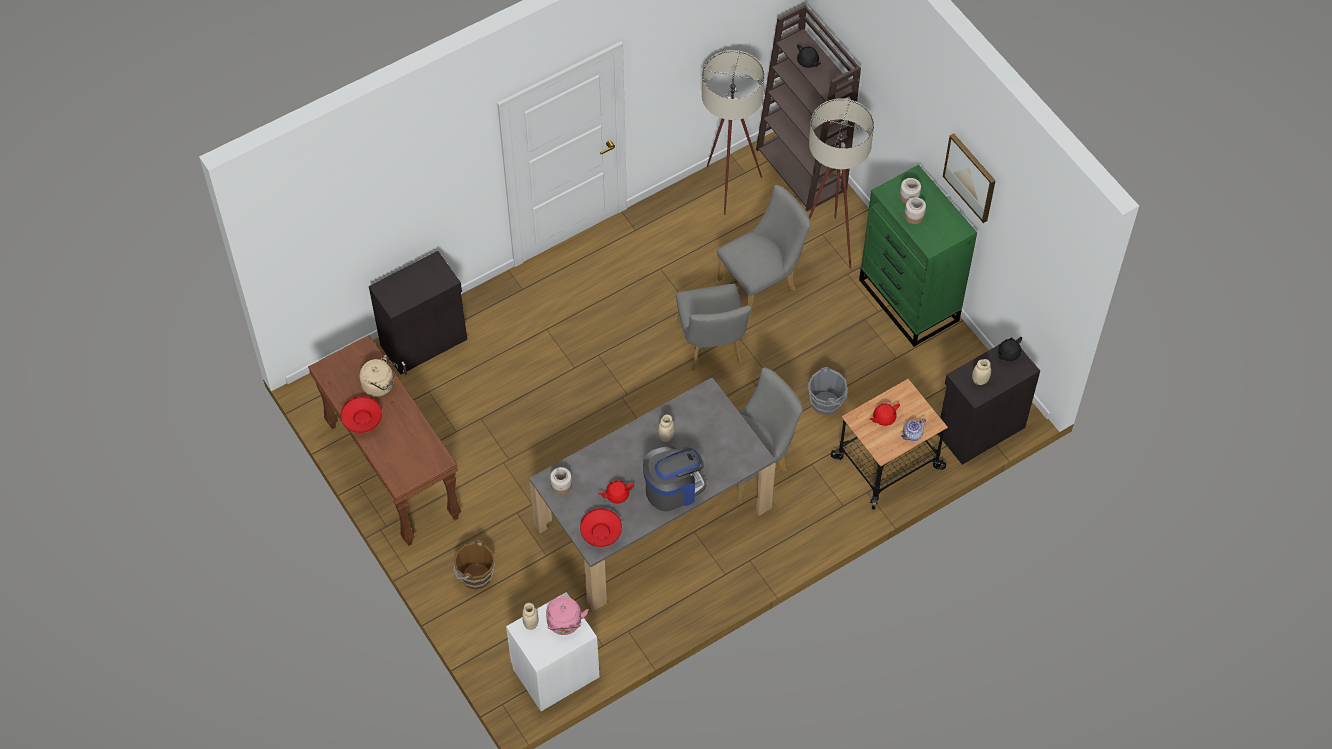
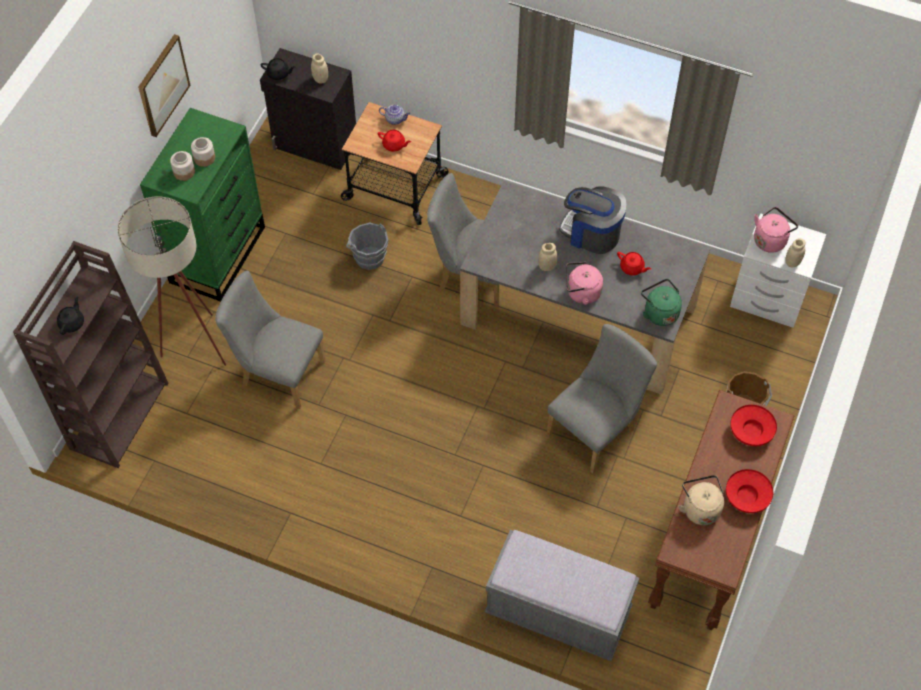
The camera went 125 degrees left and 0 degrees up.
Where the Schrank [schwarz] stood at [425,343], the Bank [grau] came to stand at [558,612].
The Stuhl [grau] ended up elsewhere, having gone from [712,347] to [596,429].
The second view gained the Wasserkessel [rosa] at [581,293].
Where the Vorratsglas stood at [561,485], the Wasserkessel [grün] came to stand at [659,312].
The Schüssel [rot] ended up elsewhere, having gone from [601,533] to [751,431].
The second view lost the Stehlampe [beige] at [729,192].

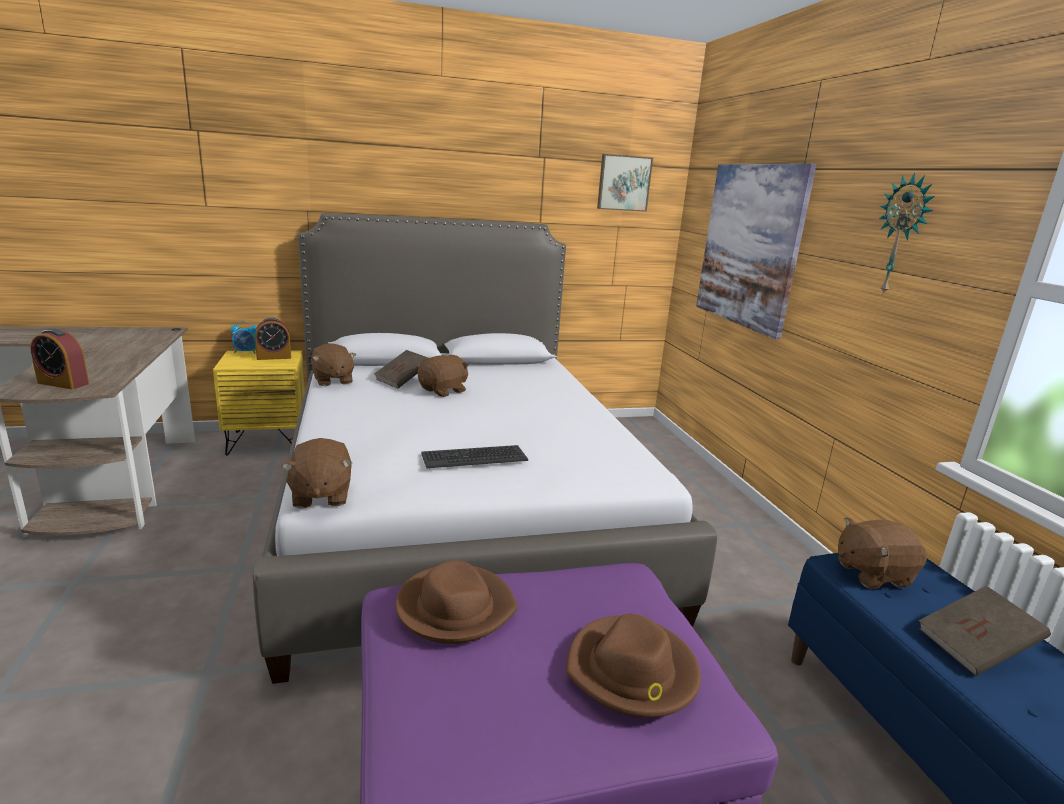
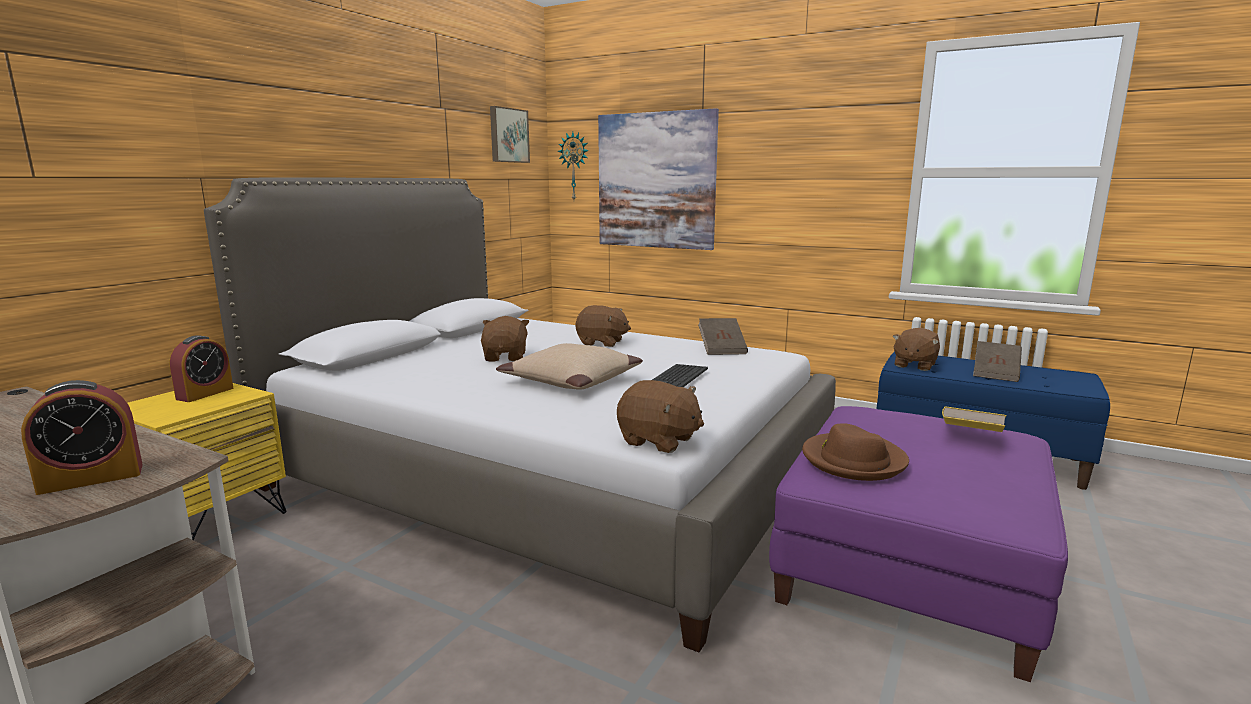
The camera went 45 degrees left and 5 degrees down.
The second view gained the Kissen [beige] at [570,380].
The Wanduhr ended up elsewhere, having gone from [902,236] to [575,166].
The Plüschtier [braun] ended up elsewhere, having gone from [332,380] to [602,343].
The Buch [braun] ended up elsewhere, having gone from [402,380] to [722,349].
Where the Hut [braun] stood at [632,671], the Buch [gelb] came to stand at [970,436].
The second view lost the Wecker at [246,352].

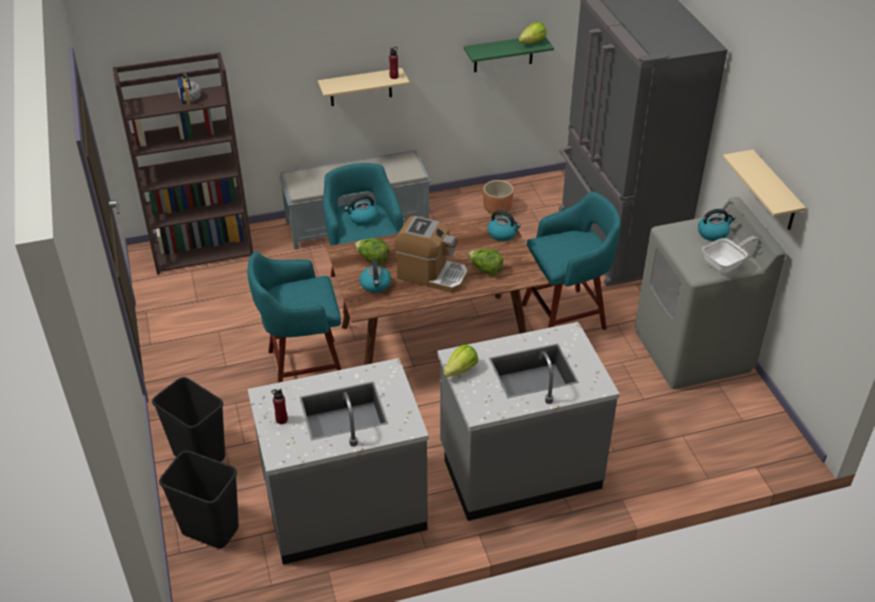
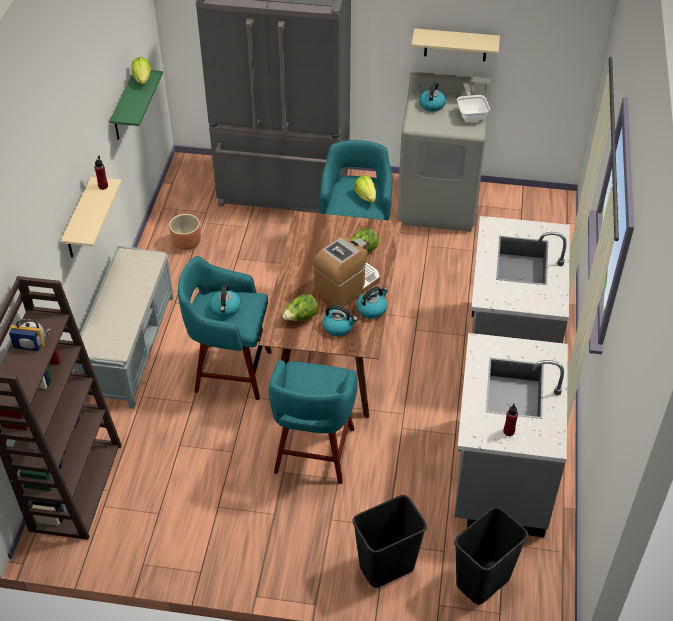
The camera went 65 degrees left and 5 degrees up.
The Salatkopf ended up elsewhere, having gone from [461,370] to [366,196].
The Wasserkessel ended up elsewhere, having gone from [502,234] to [372,309].

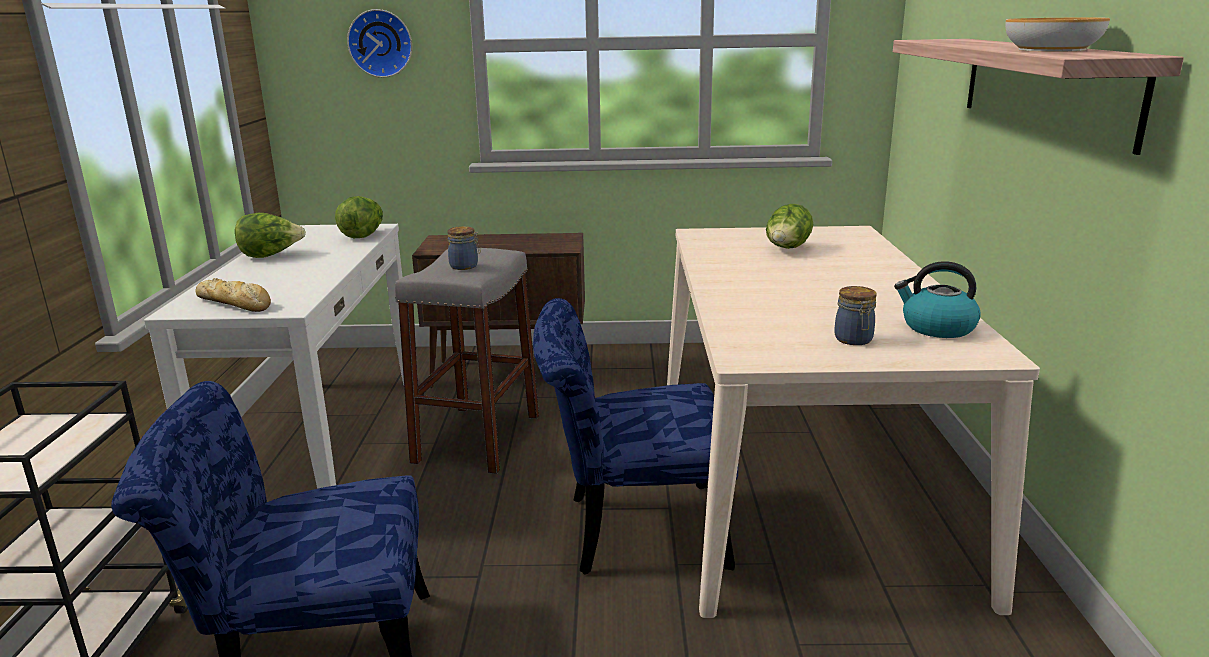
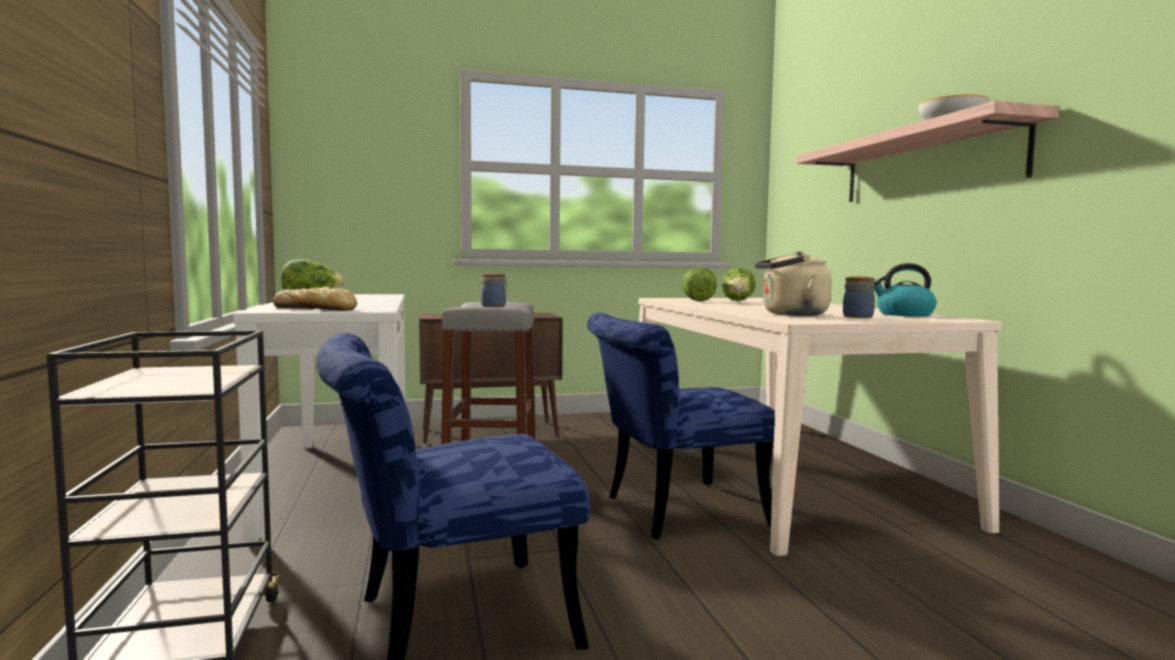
The camera went 15 degrees left and 15 degrees down.
The Salatkopf ended up elsewhere, having gone from [363,235] to [697,301].
The second view gained the Wasserkessel [beige] at [791,314].
The second view lost the Wanduhr at [381,43].

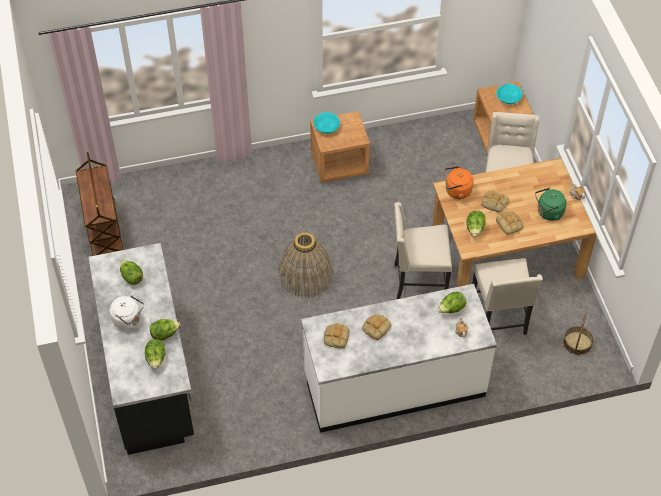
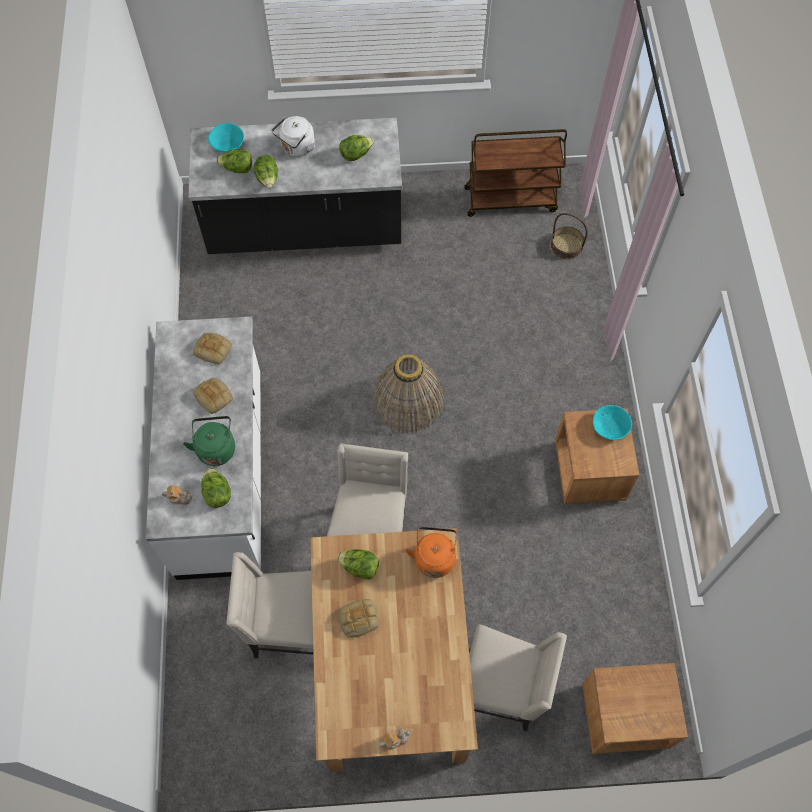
The camera went 100 degrees right and 10 degrees up.
The Wasserkessel [grün] ended up elsewhere, having gone from [548,213] to [216,448].
The Schüssel [türkis] ended up elsewhere, having gone from [508,98] to [227,144].
The Korb ended up elsewhere, having gone from [577,343] to [566,246].
The second view lost the Brot at [494,203].

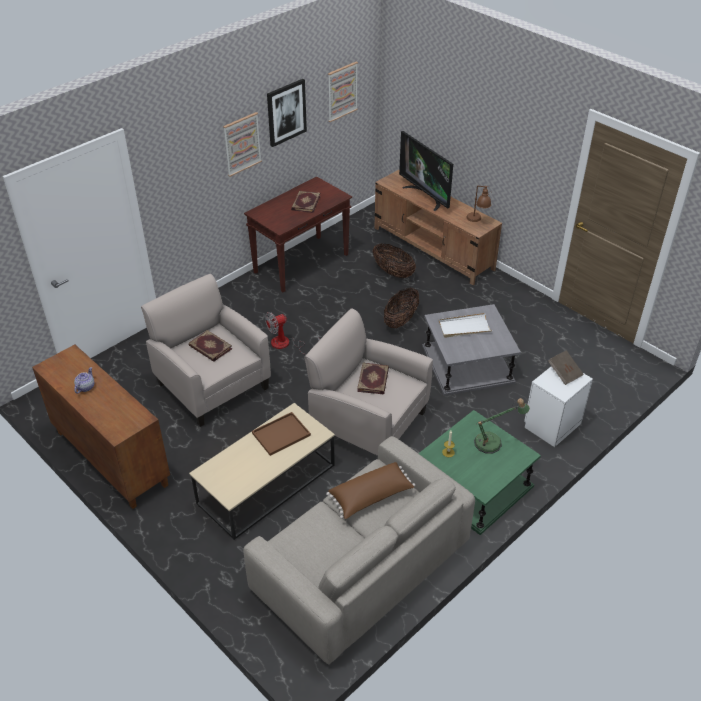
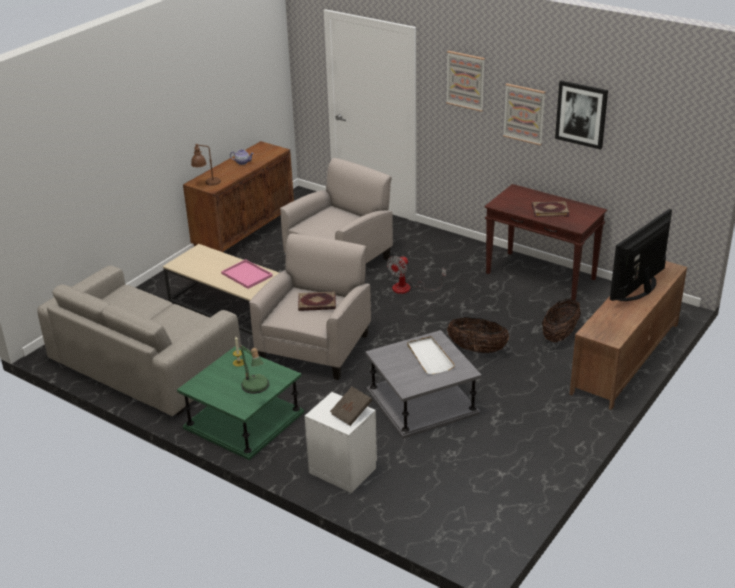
The camera went 80 degrees right and 10 degrees down.
The Tischlampe [braun] ended up elsewhere, having gone from [477,221] to [207,184].
What was the Tablett [braun] at [281,433] turned into the Tablett [rosa] at [247,275].
The Ventilator at [286,344] ended up facing another way, 105 degrees counterclockwise from before.
The Bild ended up elsewhere, having gone from [342,91] to [465,80].
The second view lost the Buch at [210,347].
The second view lost the Kissen [braun] at [371,497].

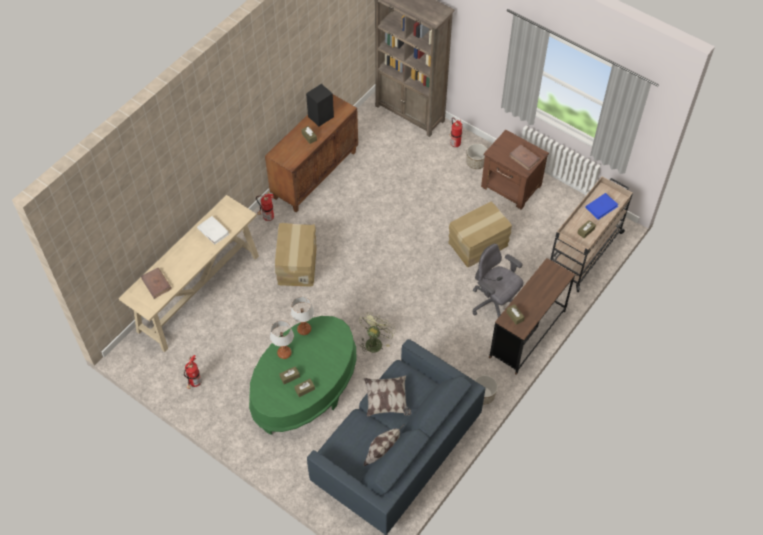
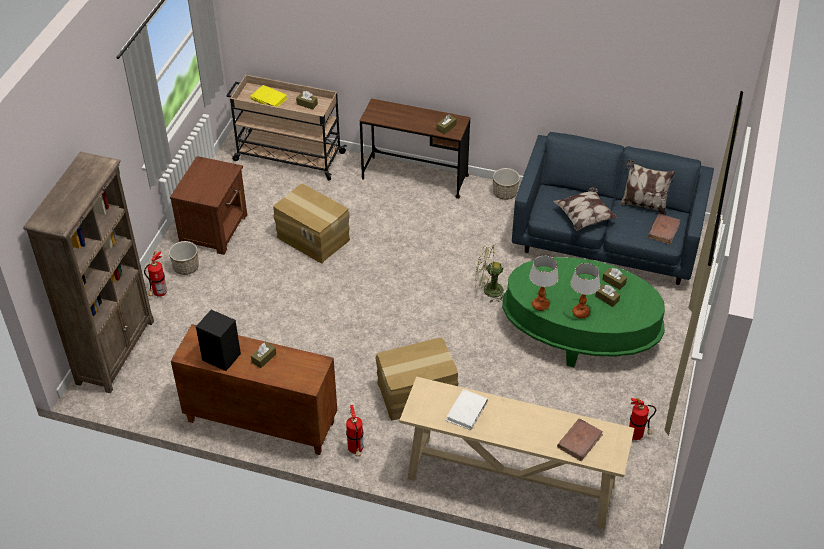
The camera went 110 degrees left and 10 degrees down.
What was the Buch [blau] at [601,207] turned into the Buch [gelb] at [268,99].
The Buch [braun] ended up elsewhere, having gone from [524,158] to [663,230].
The second view lost the Bürostuhl [grau] at [494,303].

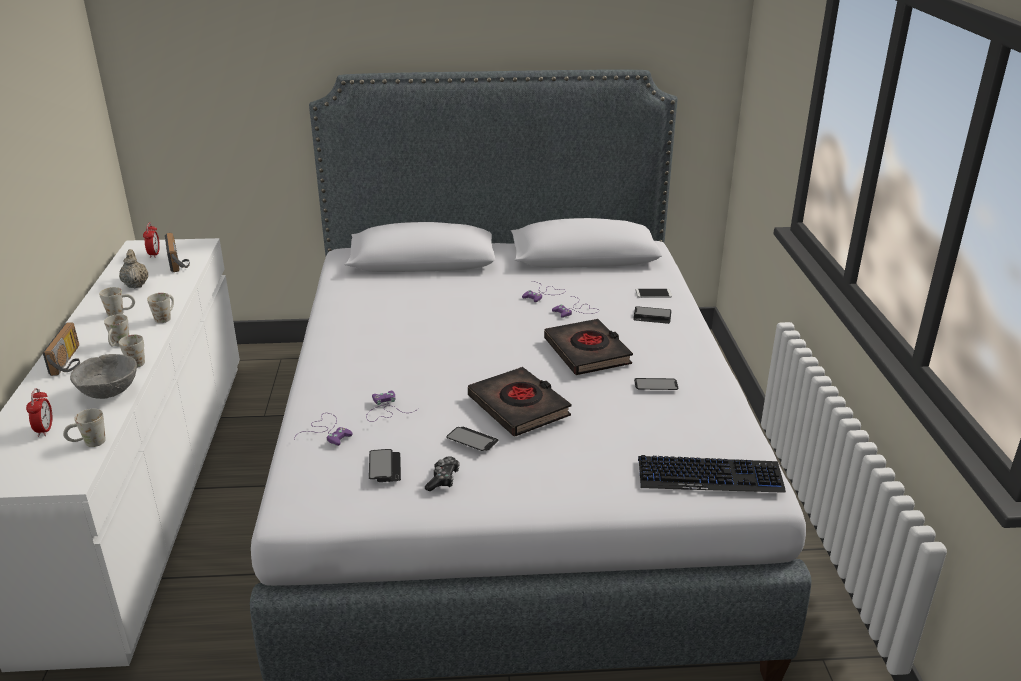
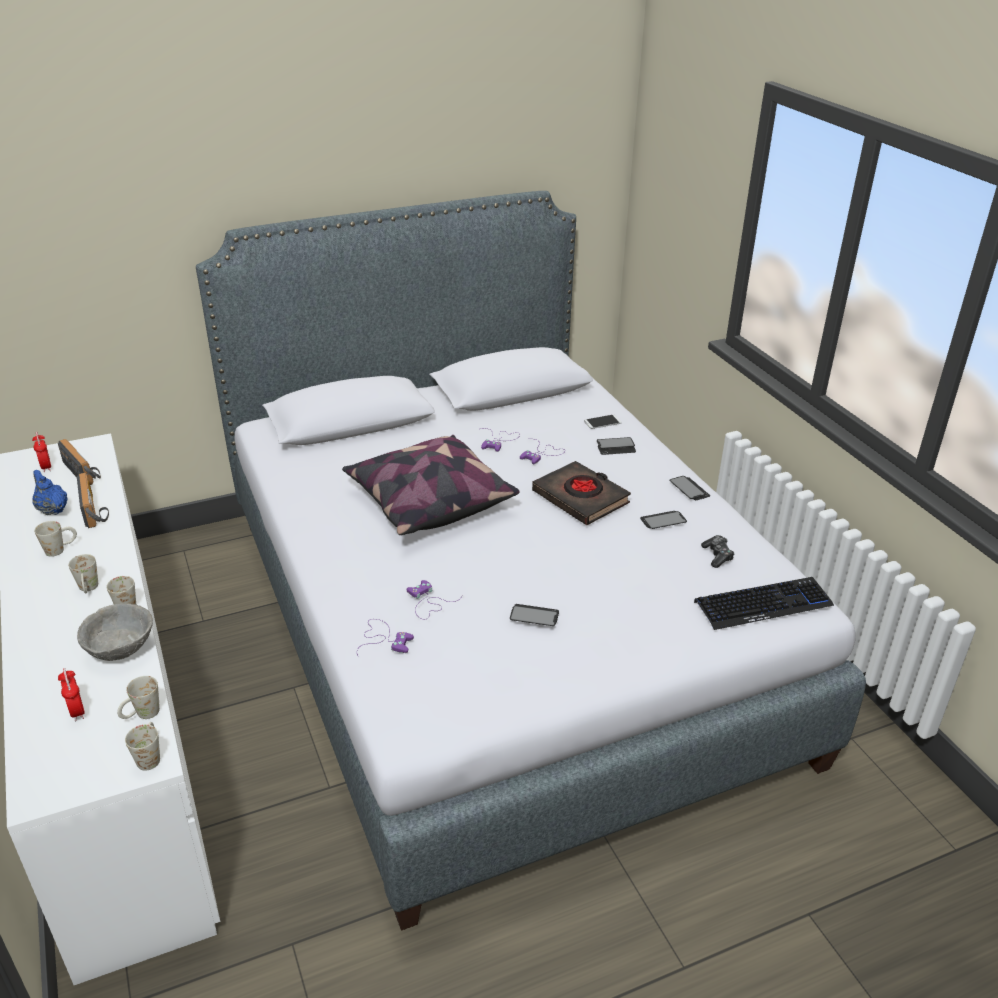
The camera went 20 degrees left and 5 degrees up.
What was the Teekanne [beige] at [136,284] turned into the Teekanne [blau] at [52,510].
The Radio ended up elsewhere, having gone from [70,361] to [96,511].
The Henkelbecher [weiß] ended up elsewhere, having gone from [165,317] to [150,755].
The second view gained the Kissen at [428,502].
The Handy ended up elsewhere, having gone from [385,467] to [689,489].
The Gamepad ended up elsewhere, having gone from [443,479] to [717,556].
The second view lost the Buch [schwarz] at [519,407].

